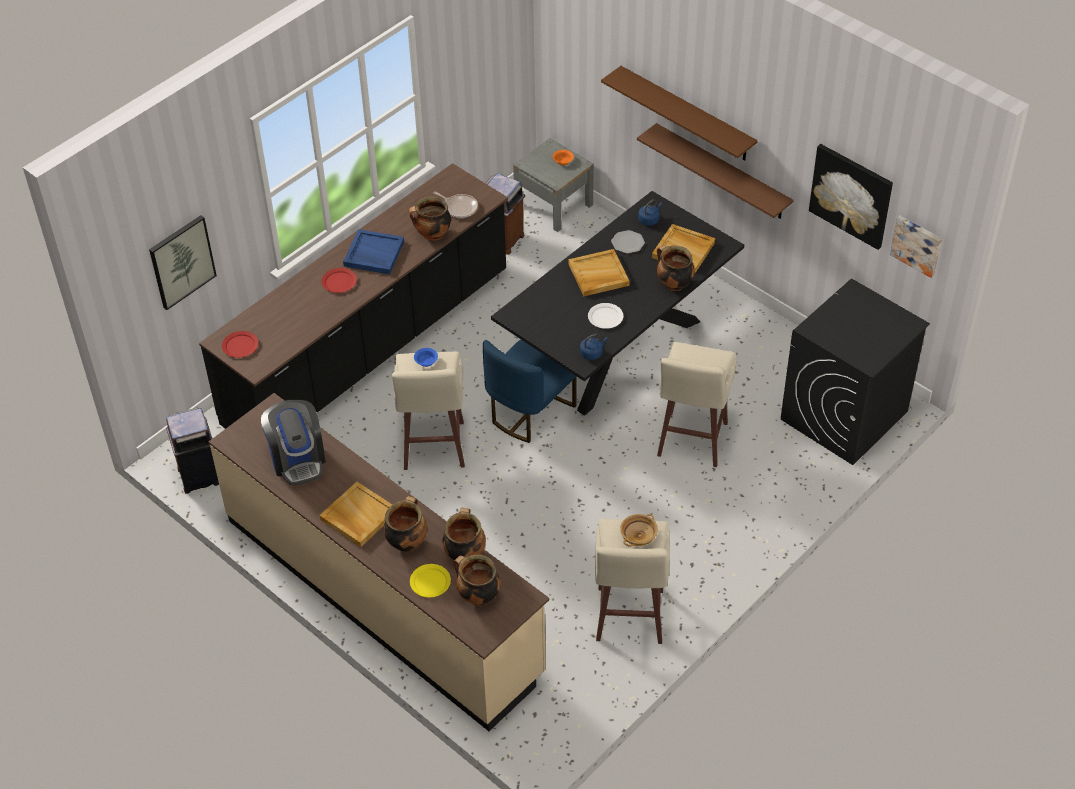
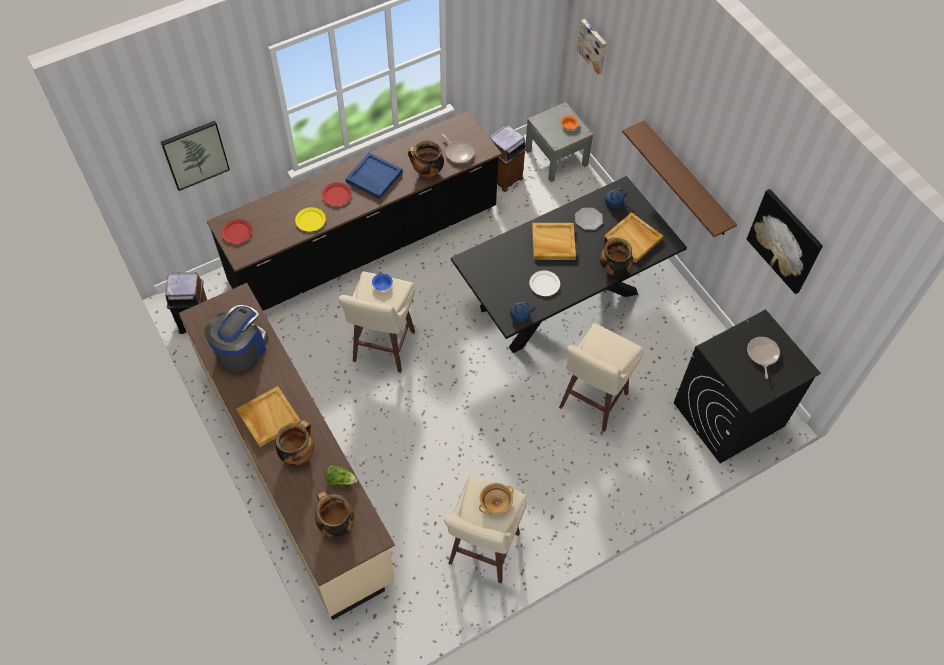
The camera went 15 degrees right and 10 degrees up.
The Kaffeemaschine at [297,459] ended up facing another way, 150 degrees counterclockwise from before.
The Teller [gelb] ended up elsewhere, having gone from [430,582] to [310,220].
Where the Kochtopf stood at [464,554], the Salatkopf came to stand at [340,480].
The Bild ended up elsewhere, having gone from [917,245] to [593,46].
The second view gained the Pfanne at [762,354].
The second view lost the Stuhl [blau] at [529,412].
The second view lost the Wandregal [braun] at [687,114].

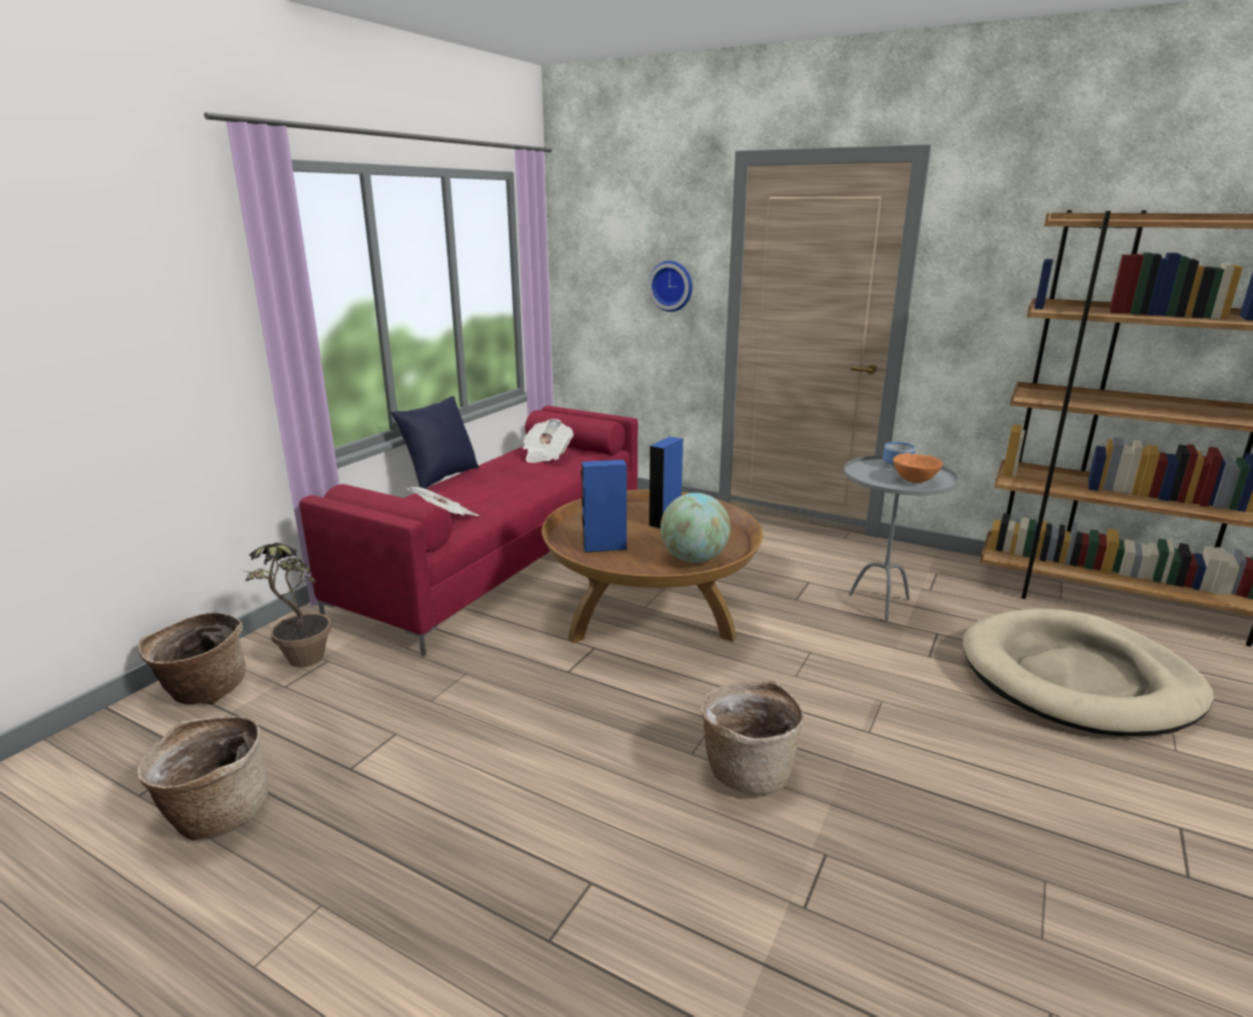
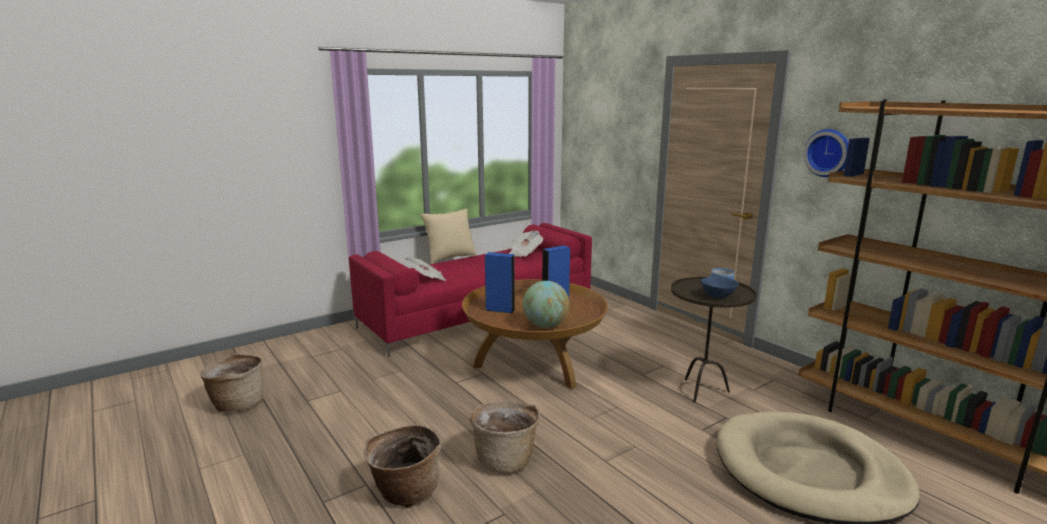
The camera went 25 degrees right and 5 degrees down.
The Korb ended up elsewhere, having gone from [203,691] to [405,492].
What was the Kissen [blau] at [441,478] turned into the Kissen [beige] at [450,258].
What was the Beistelltisch [grau] at [881,605] turned into the Beistelltisch [braun] at [702,391].
What was the Schüssel [orange] at [915,481] turned into the Schüssel [blau] at [718,297].
The Wanduhr ended up elsewhere, having gone from [672,286] to [828,153].
The second view lost the Topfpflanze at [301,665].

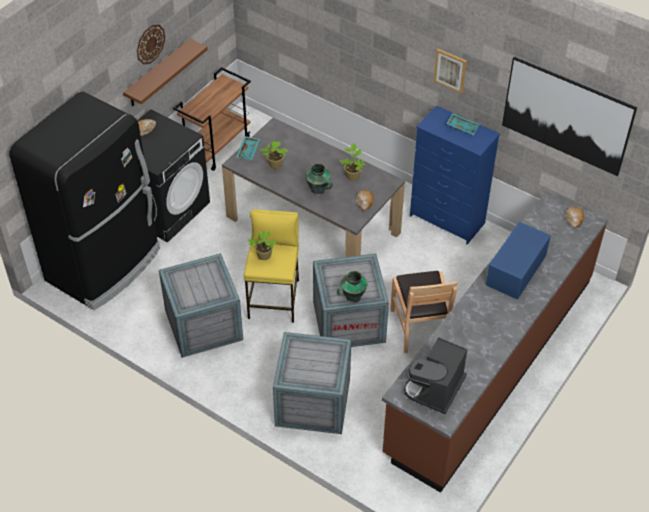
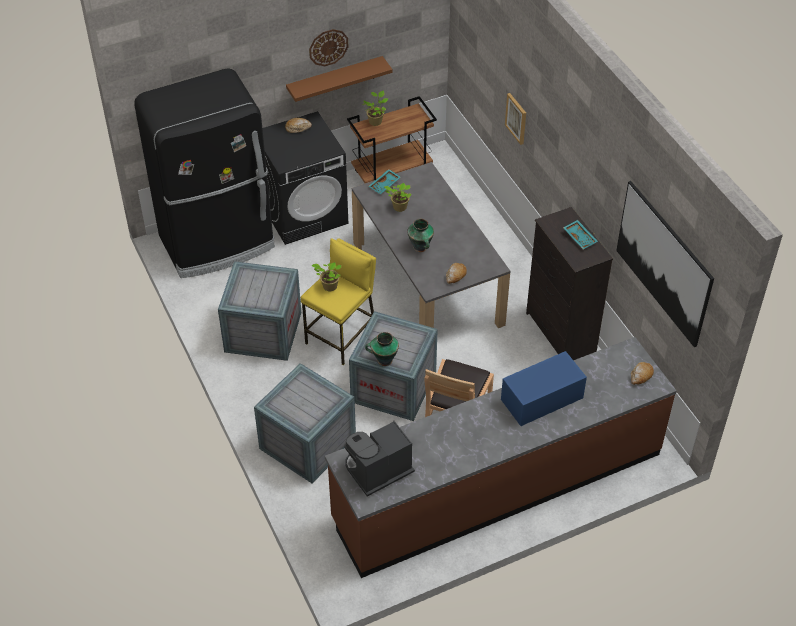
The camera went 30 degrees right and 0 degrees up.
The Topfpflanze ended up elsewhere, having gone from [352,175] to [376,121].
The Bild ended up elsewhere, having gone from [450,70] to [516,118].
What was the Kommode [blau] at [447,220] turned into the Kommode [schwarz] at [560,333].

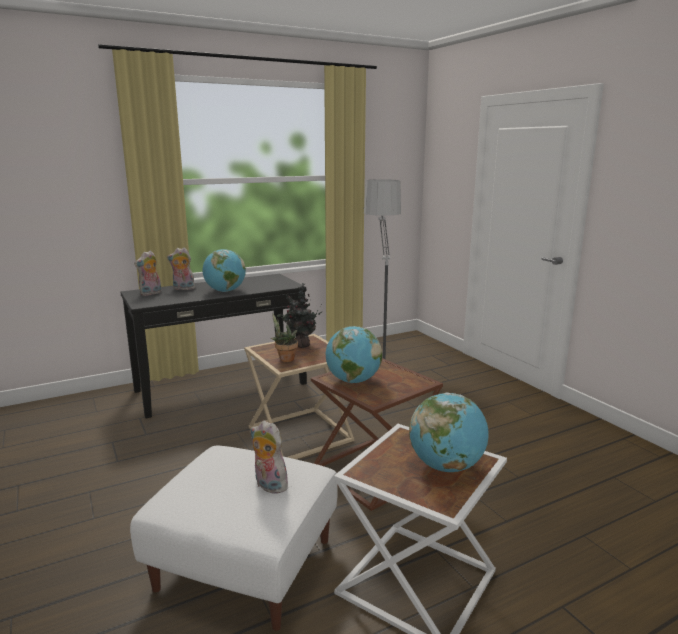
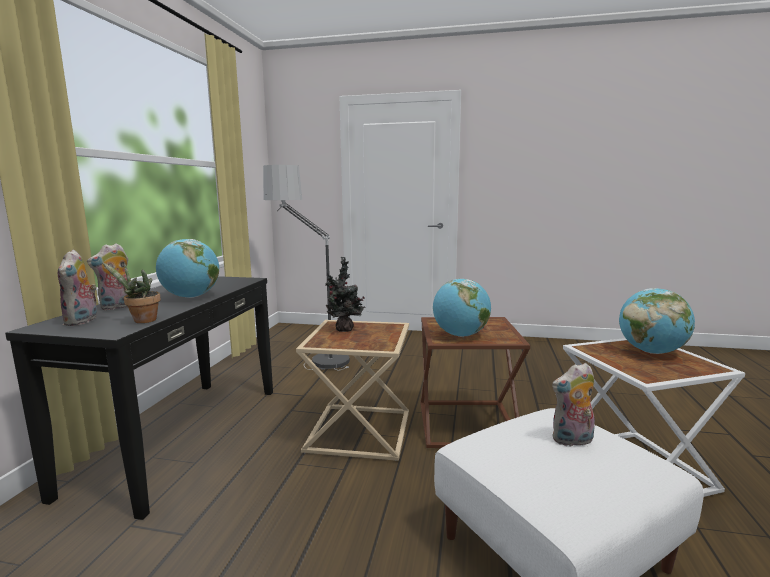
The camera went 50 degrees left and 5 degrees down.
The Topfpflanze ended up elsewhere, having gone from [284,359] to [141,321].

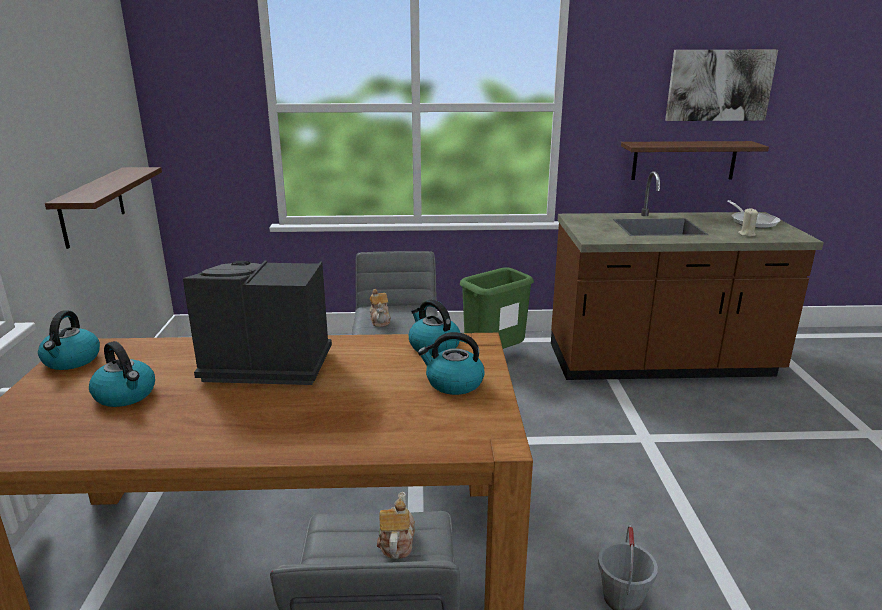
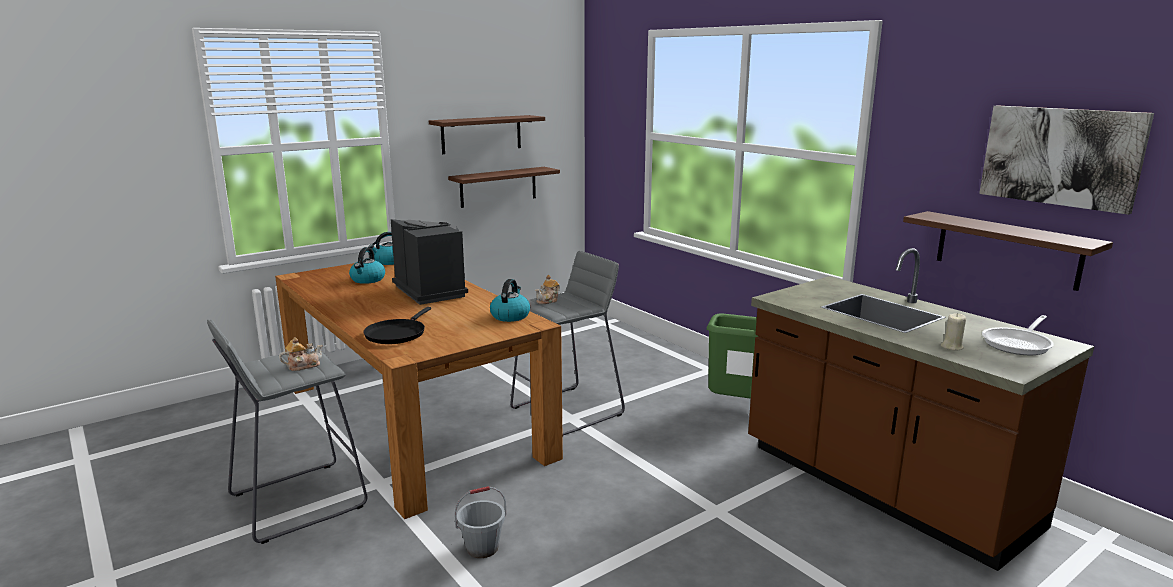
The camera went 55 degrees right and 5 degrees down.
The second view gained the Pfanne [schwarz] at [397,334].
The second view gained the Wandregal at [481,134].
The second view lost the Wasserkessel at [453,383].

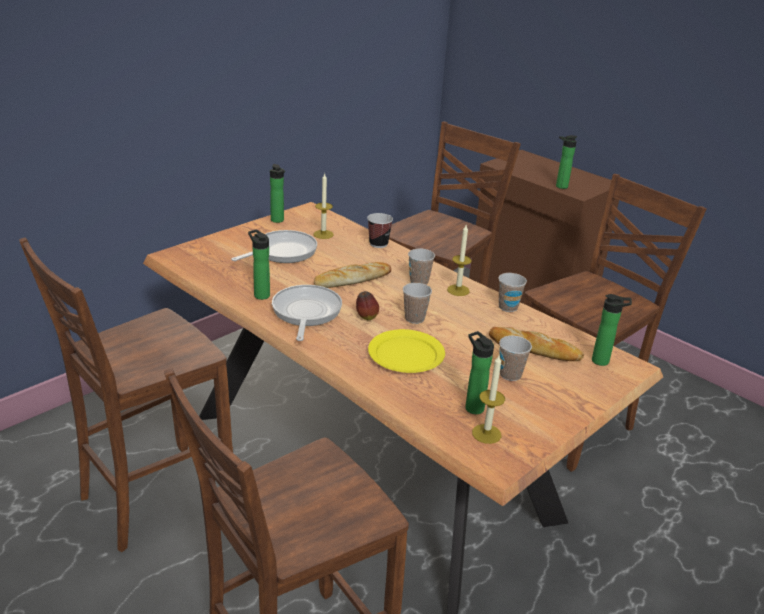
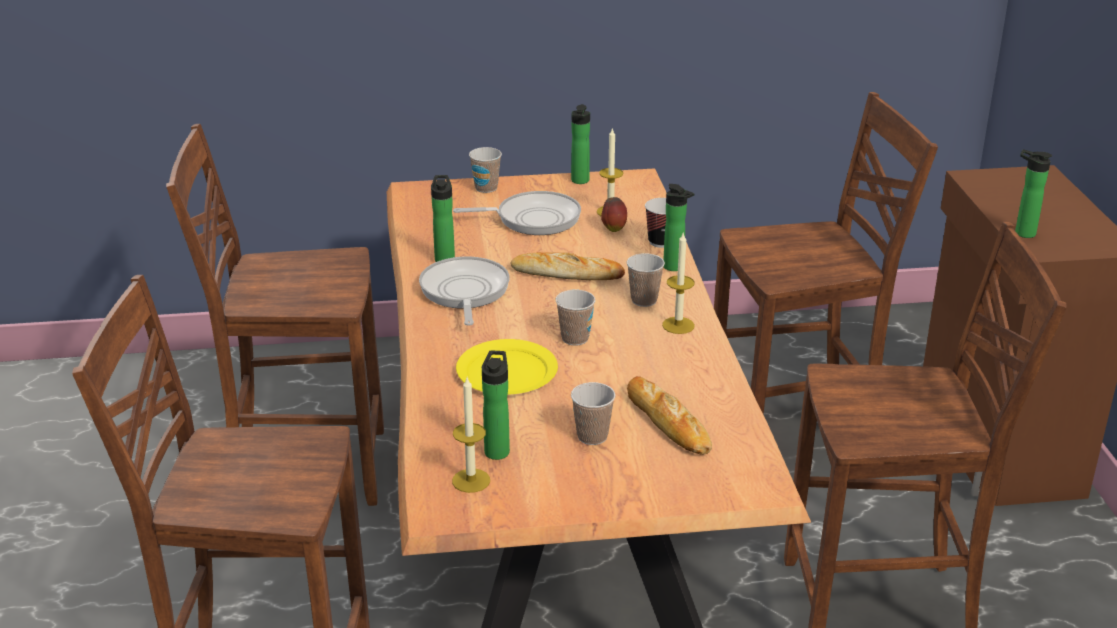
The camera went 40 degrees right and 0 degrees up.
The Pfanne at [306,313] ended up facing another way, 45 degrees counterclockwise from before.
The Tasse ended up elsewhere, having gone from [508,307] to [486,188].
The Apfel ended up elsewhere, having gone from [366,317] to [614,229].
The Flasche ended up elsewhere, having gone from [603,361] to [675,268].

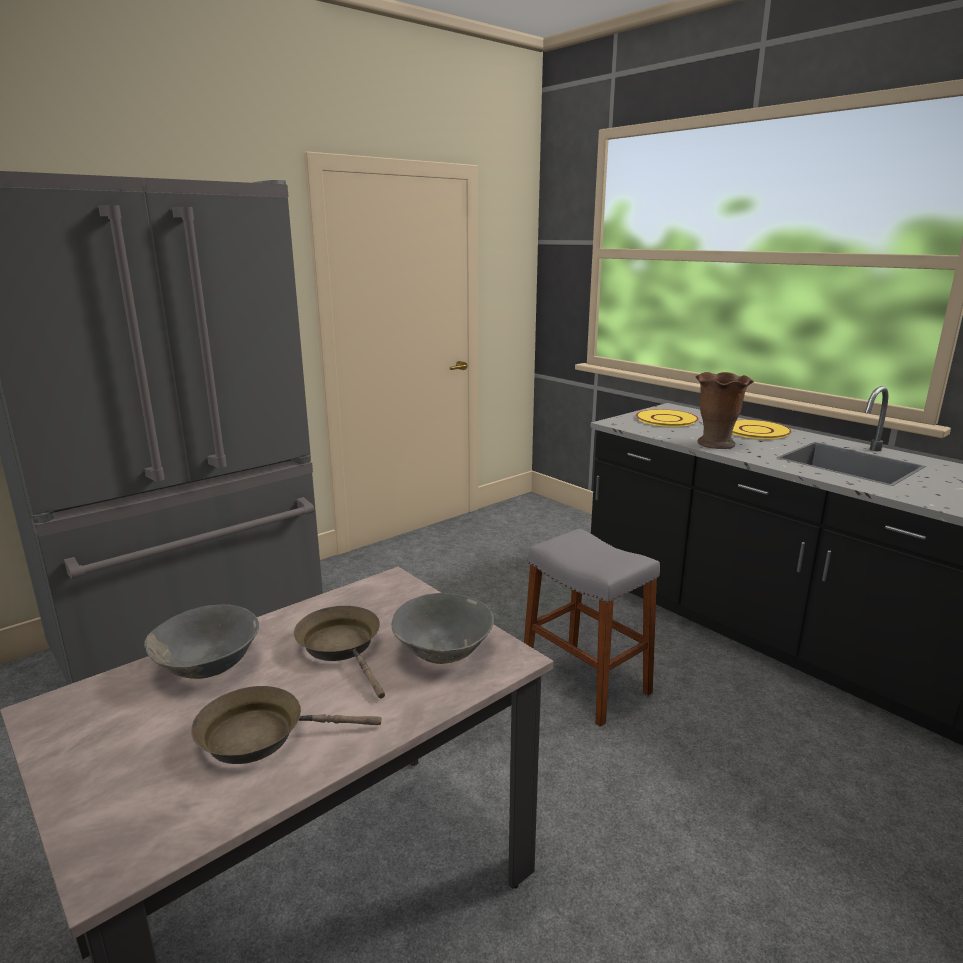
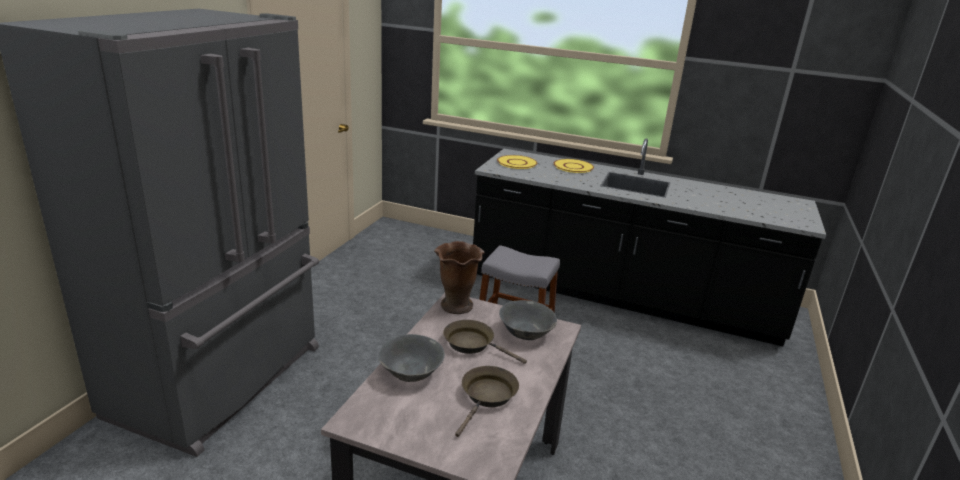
The camera went 30 degrees left and 5 degrees up.
The Vase [braun] ended up elsewhere, having gone from [716,444] to [457,305].
The Pfanne [braun] at [261,735] ended up facing another way, 150 degrees clockwise from before.

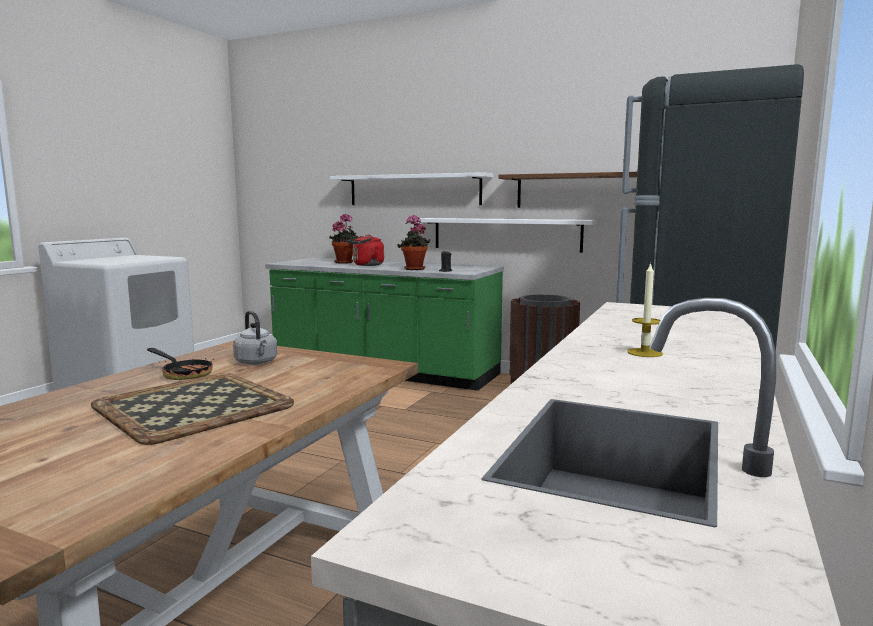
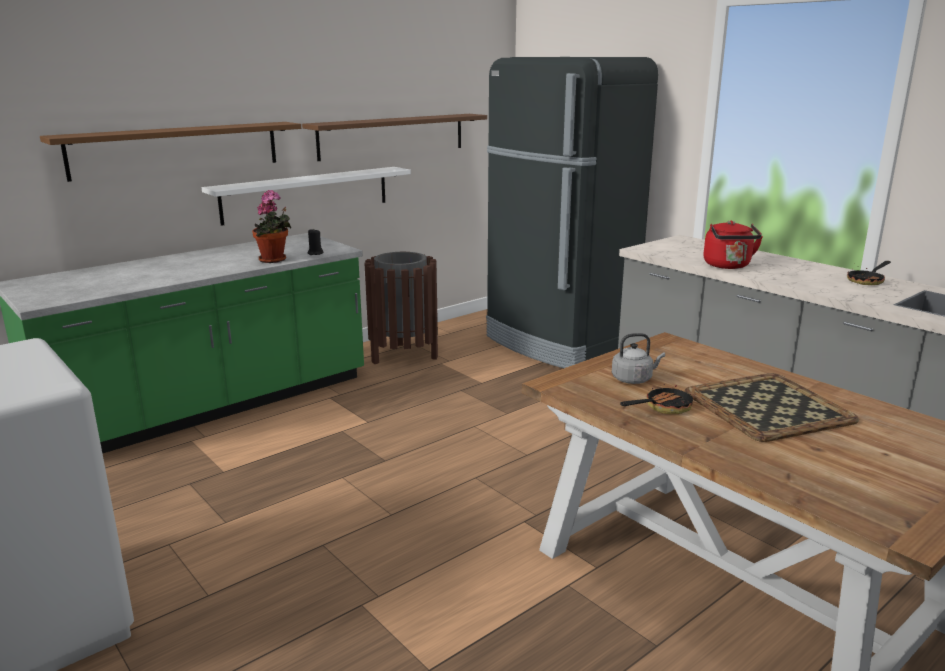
The camera went 65 degrees left and 10 degrees up.
What was the Wandregal [weiß] at [413,190] turned into the Wandregal [braun] at [177,149].
The Wasserkessel [rot] ended up elsewhere, having gone from [366,265] to [728,266].
The second view gained the Pfanne at [868,281].
The second view lost the Topfpflanze at [345,262].
The second view lost the Kerze at [644,353].

